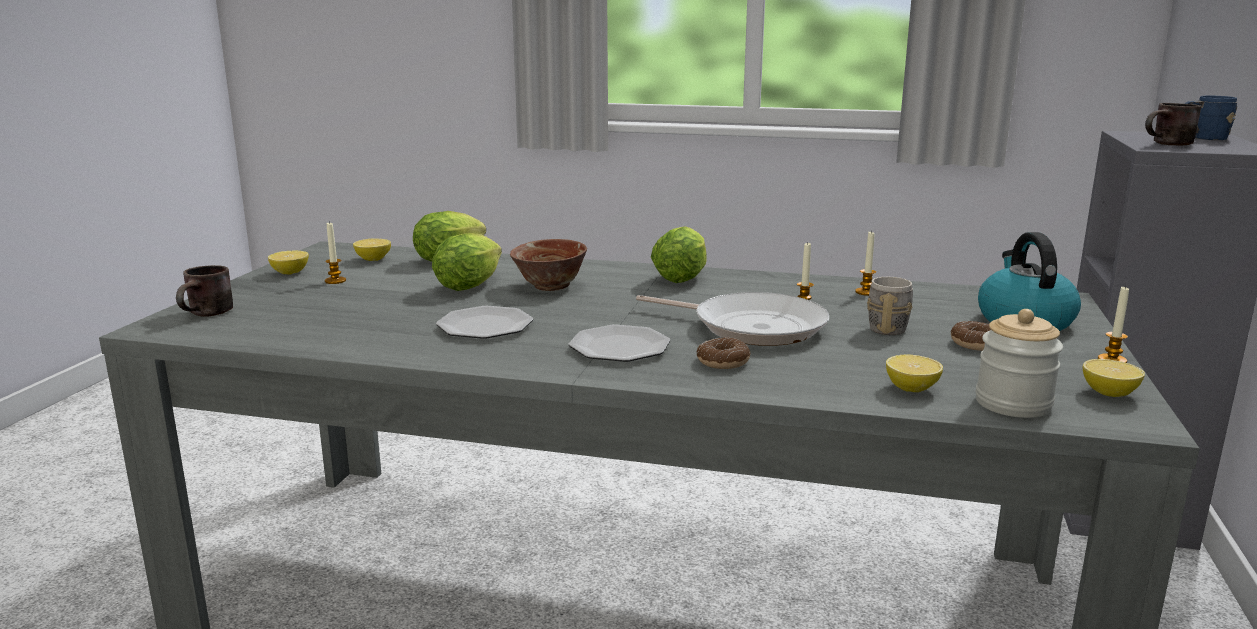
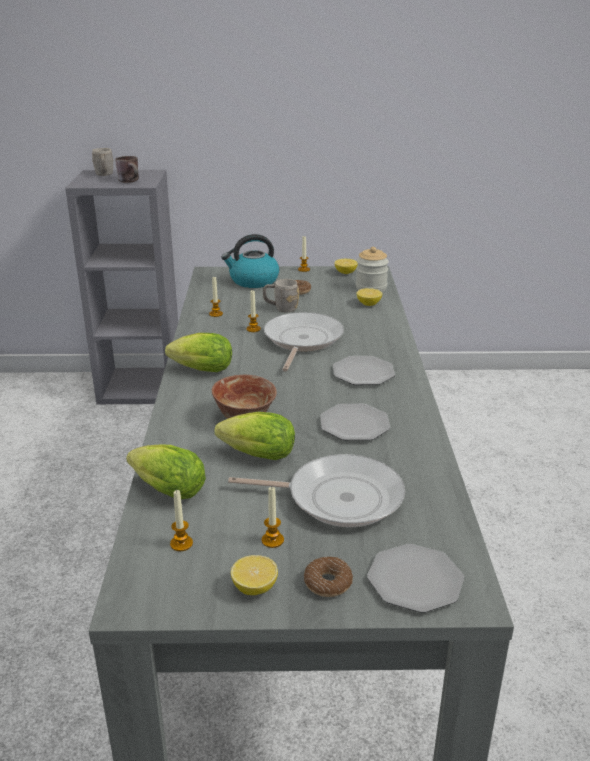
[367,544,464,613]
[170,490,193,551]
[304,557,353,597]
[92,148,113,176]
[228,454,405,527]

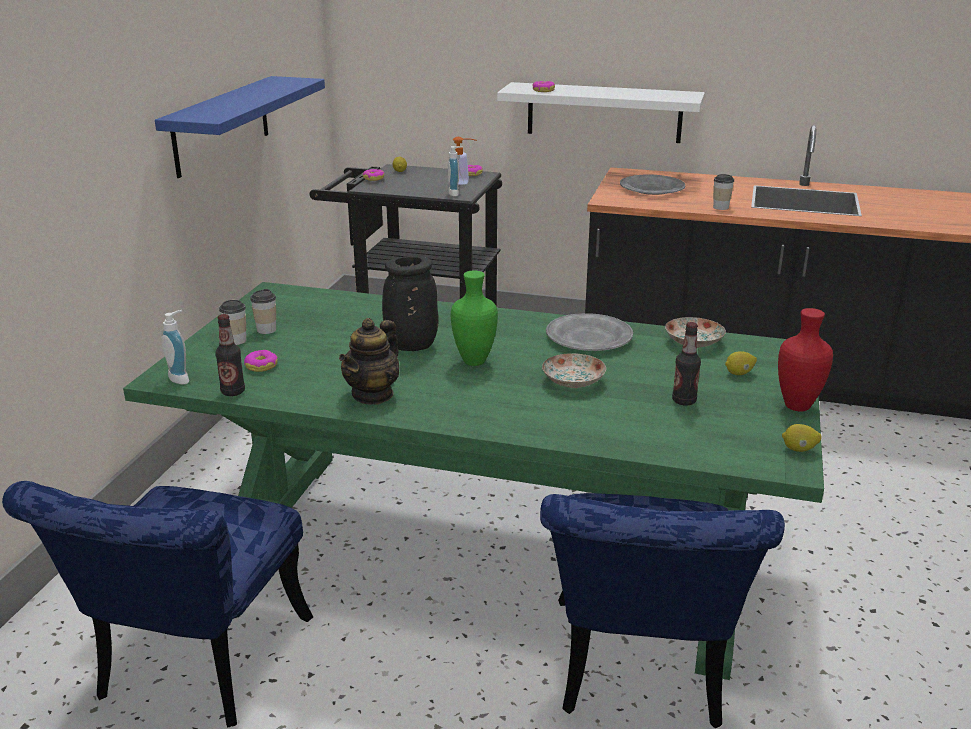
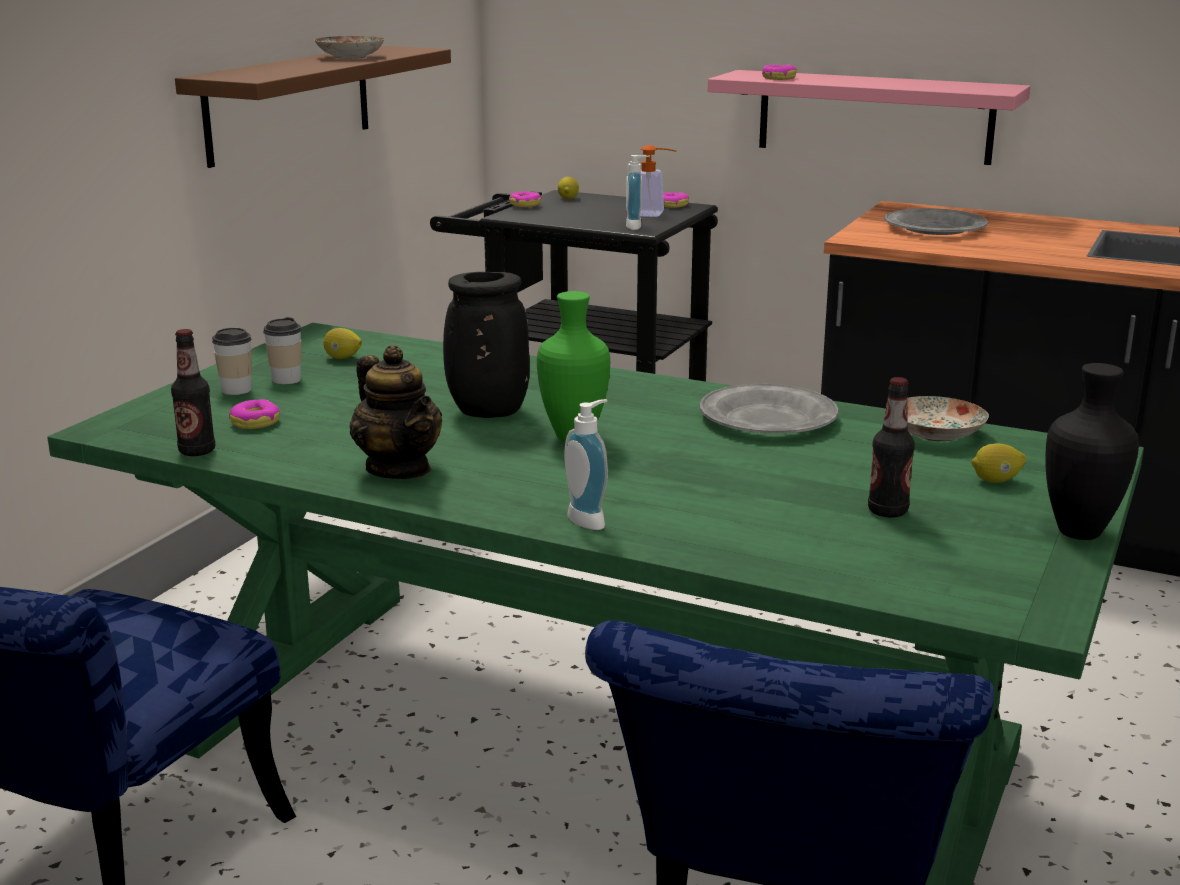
[175,46,451,168]
[564,399,608,530]
[350,345,442,479]
[708,70,1031,165]
[315,36,385,59]
[713,174,734,210] (first image)
[1045,363,1139,540]
[323,328,362,359]

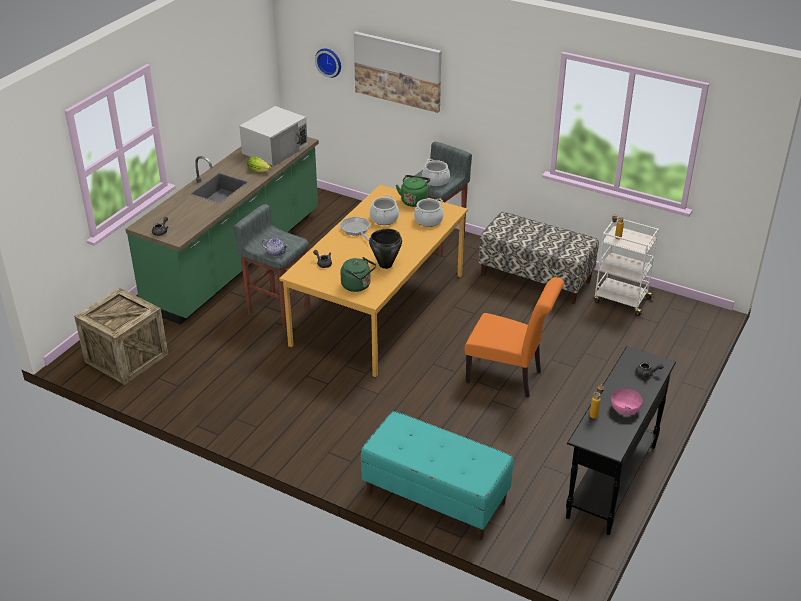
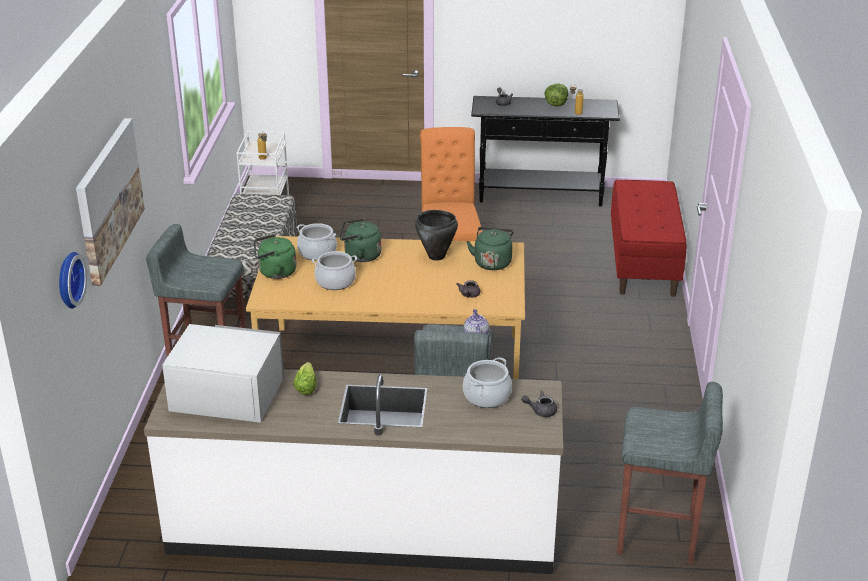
[617,382,723,564]
[144,369,563,574]
[340,217,370,242] (first image)
[611,180,686,297]
[463,357,512,408]
[544,84,568,106]
[340,218,382,262]

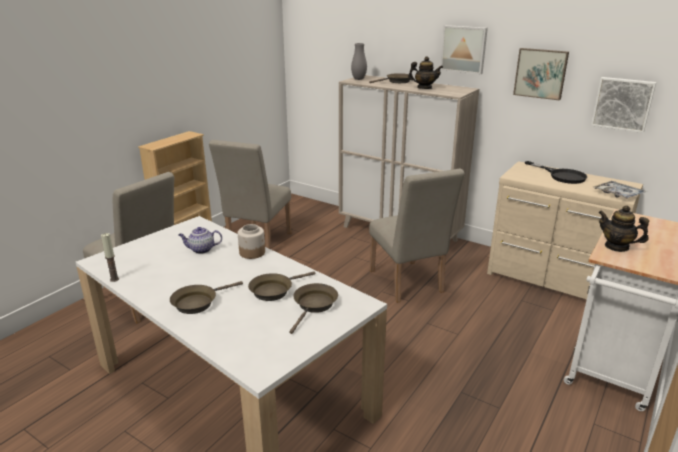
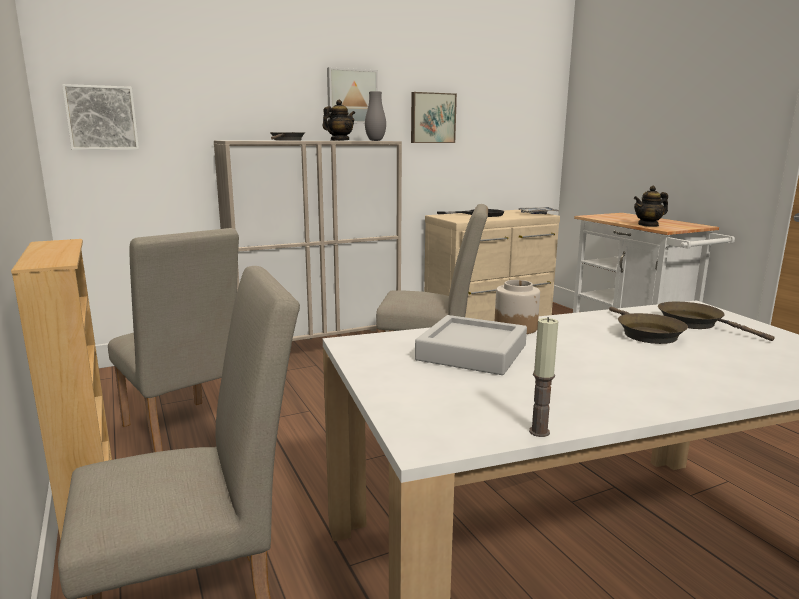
[170,281,243,314] (first image)
[415,315,527,375]
[365,91,386,141]
[62,84,139,150]

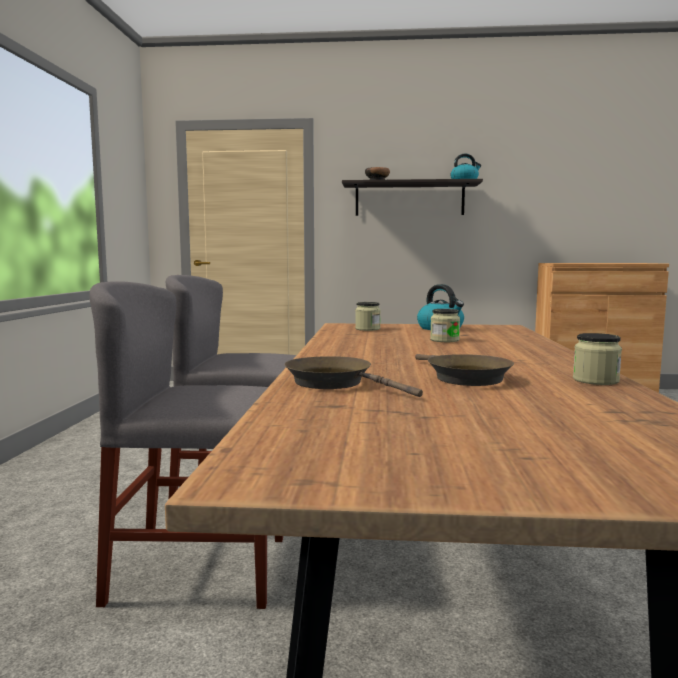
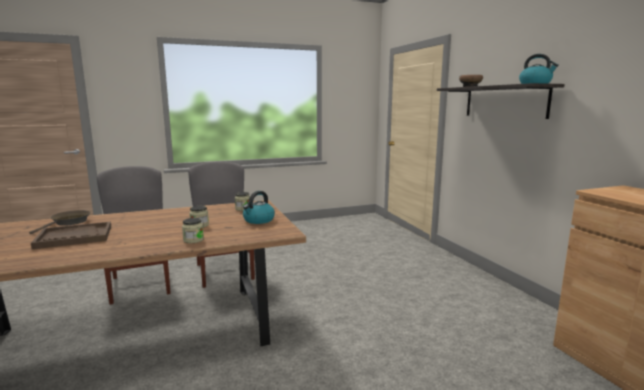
[31,222,111,249]
[182,218,204,243]

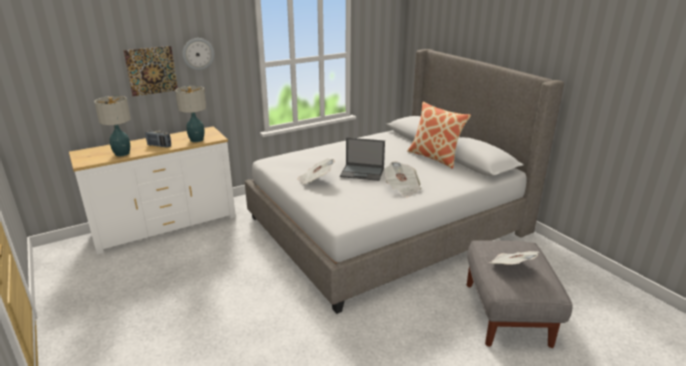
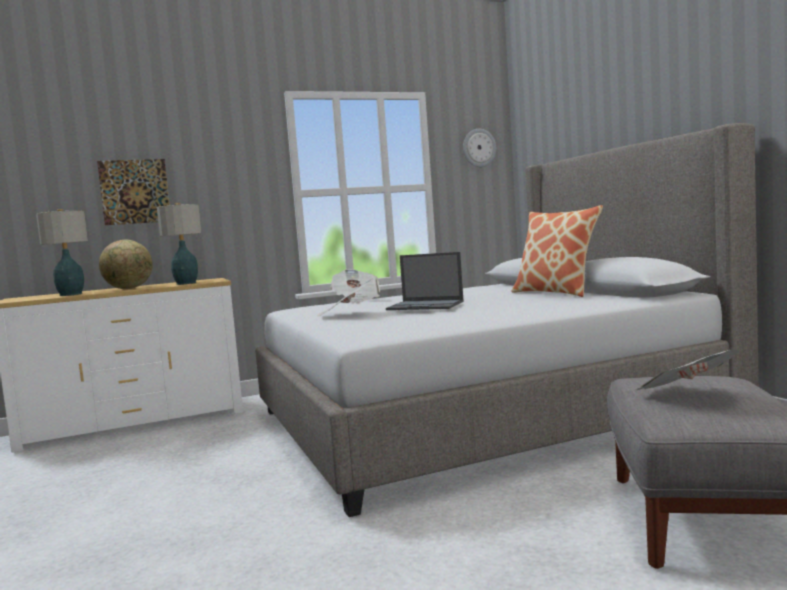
[99,240,153,289]
[463,129,496,167]
[330,269,380,303]

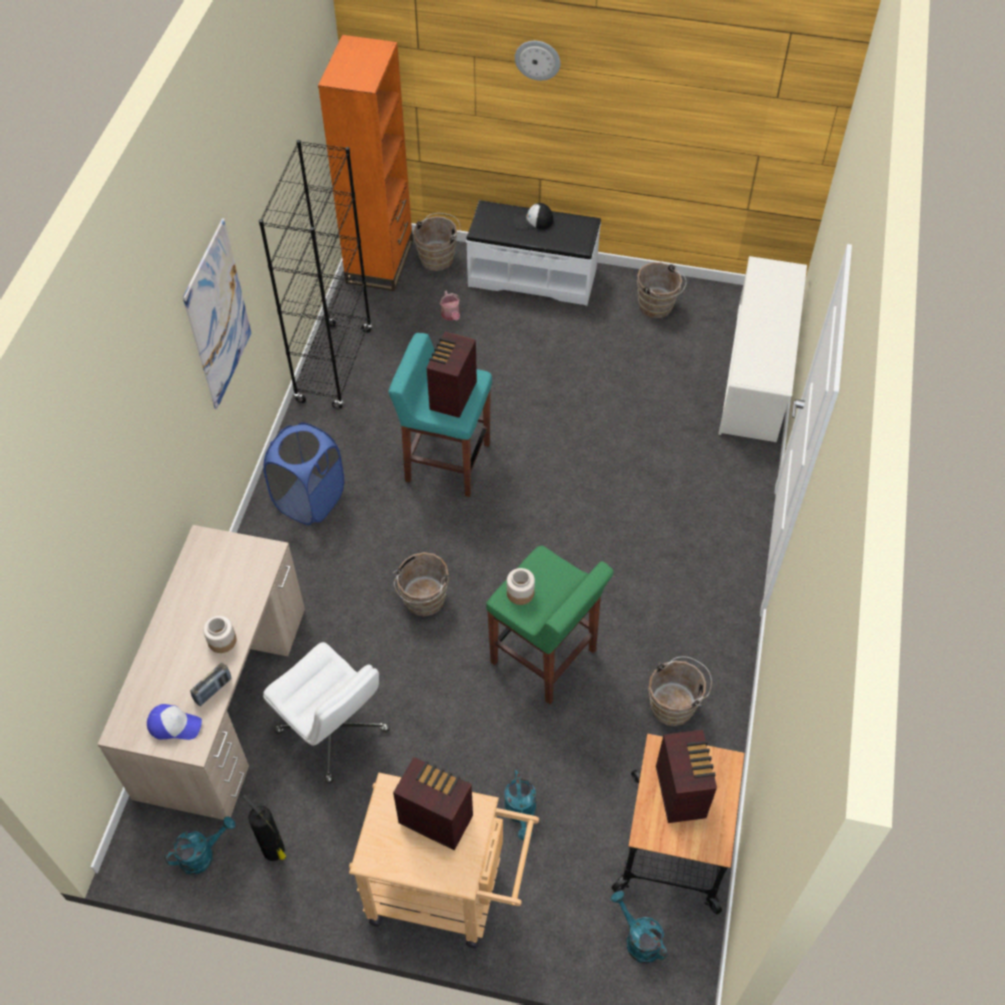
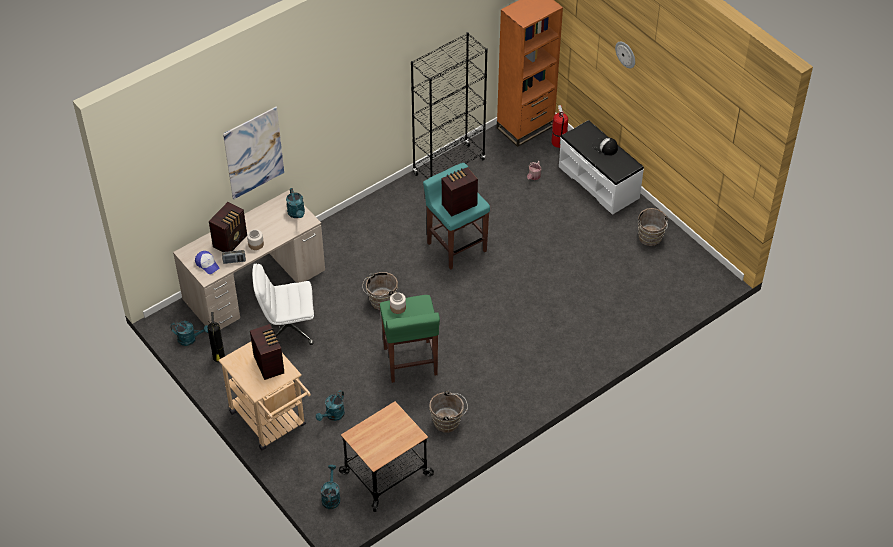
[223,107,284,200]
[263,422,344,525] (first image)
[252,264,314,345]
[551,105,568,148]
[209,202,247,252]
[718,256,807,442] (first image)
[286,188,305,218]

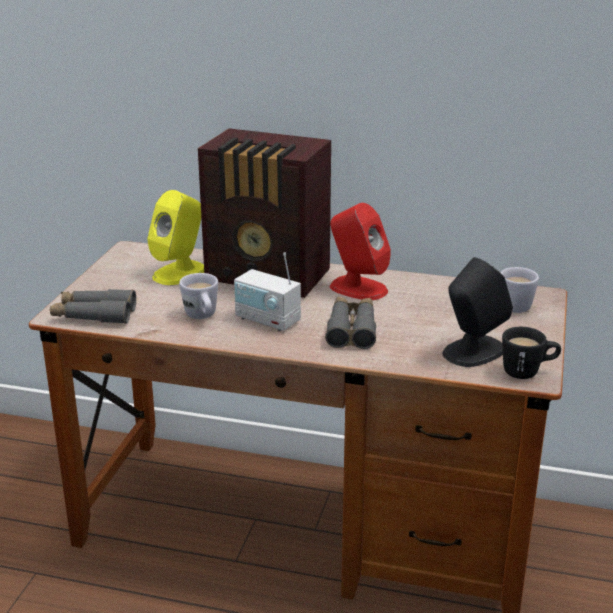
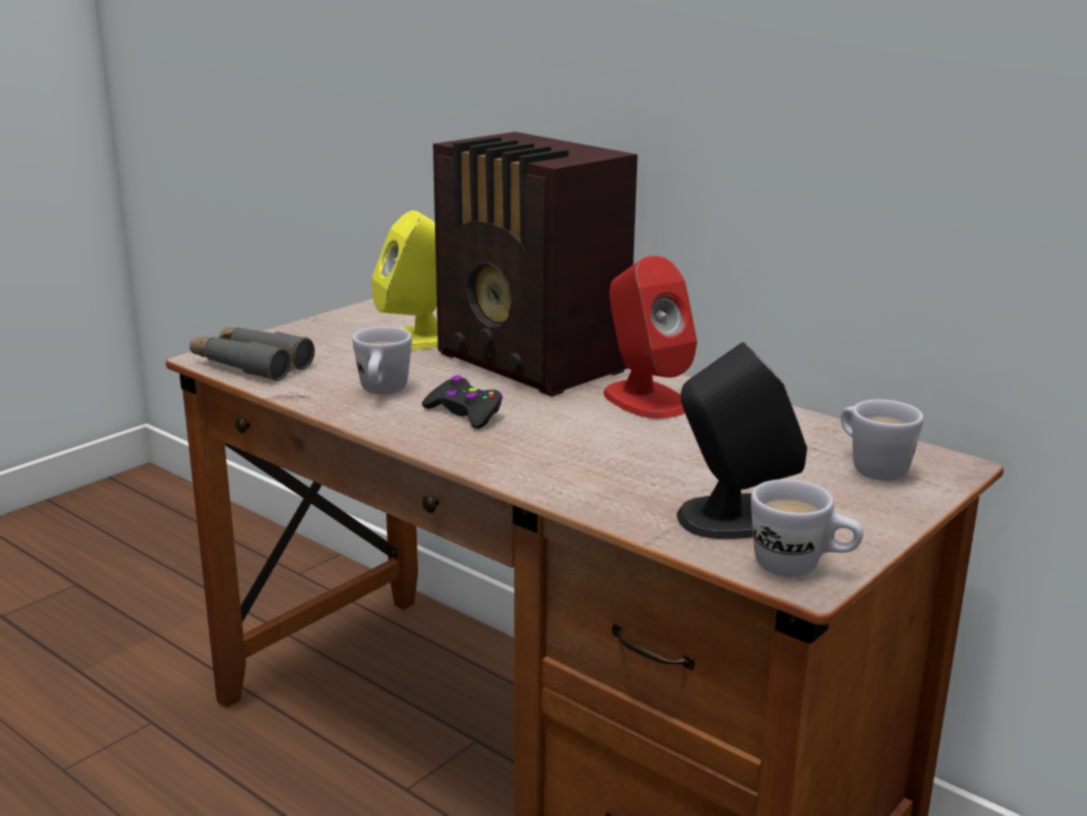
[422,375,503,429]
[325,297,376,349] (first image)
[751,479,863,577]

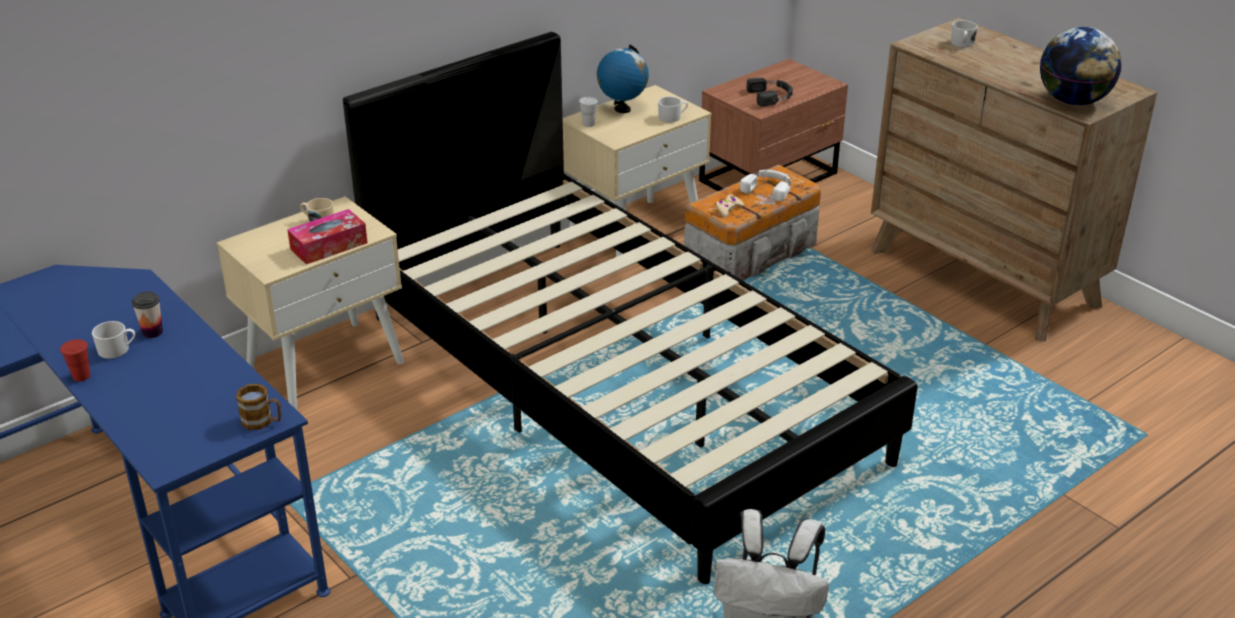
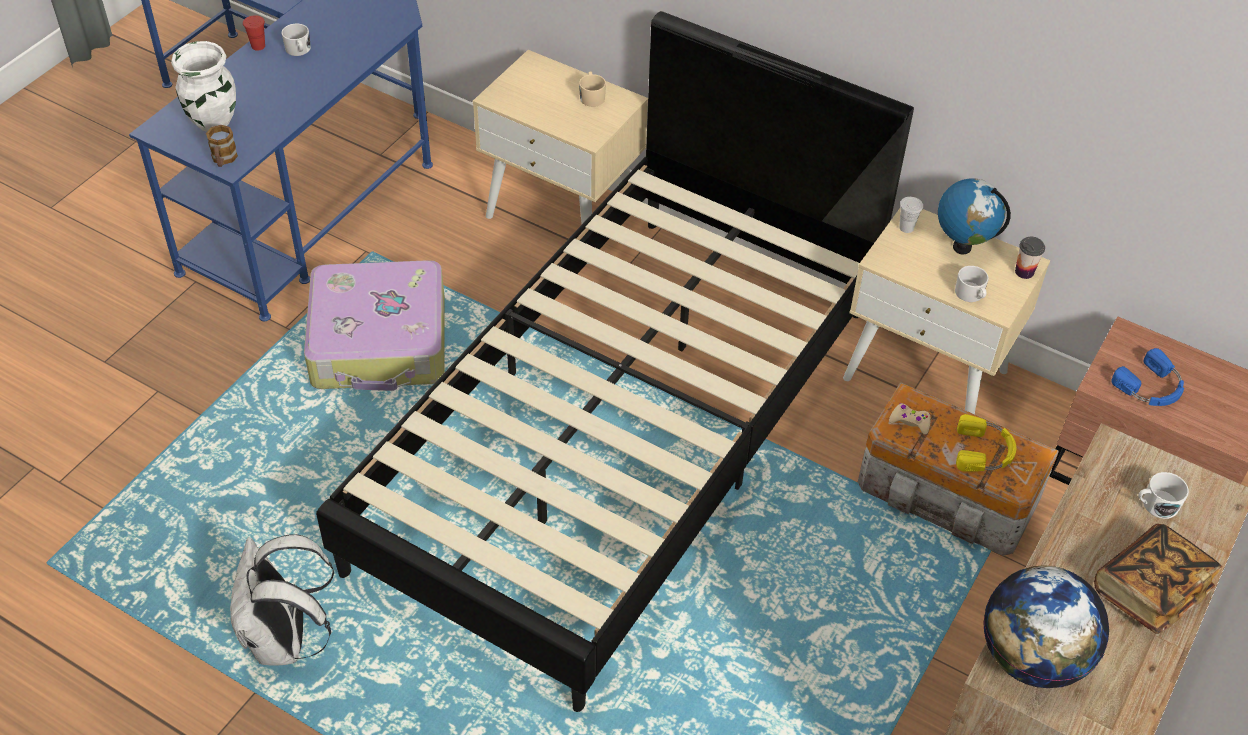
[1015,237,1045,279]
[287,209,368,265] (first image)
[956,414,1016,471]
[1111,348,1184,406]
[171,41,236,132]
[304,260,445,391]
[1094,524,1222,634]

